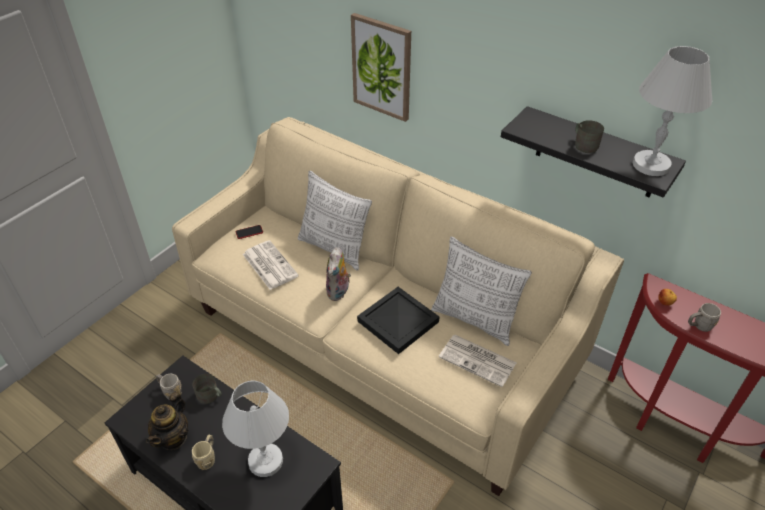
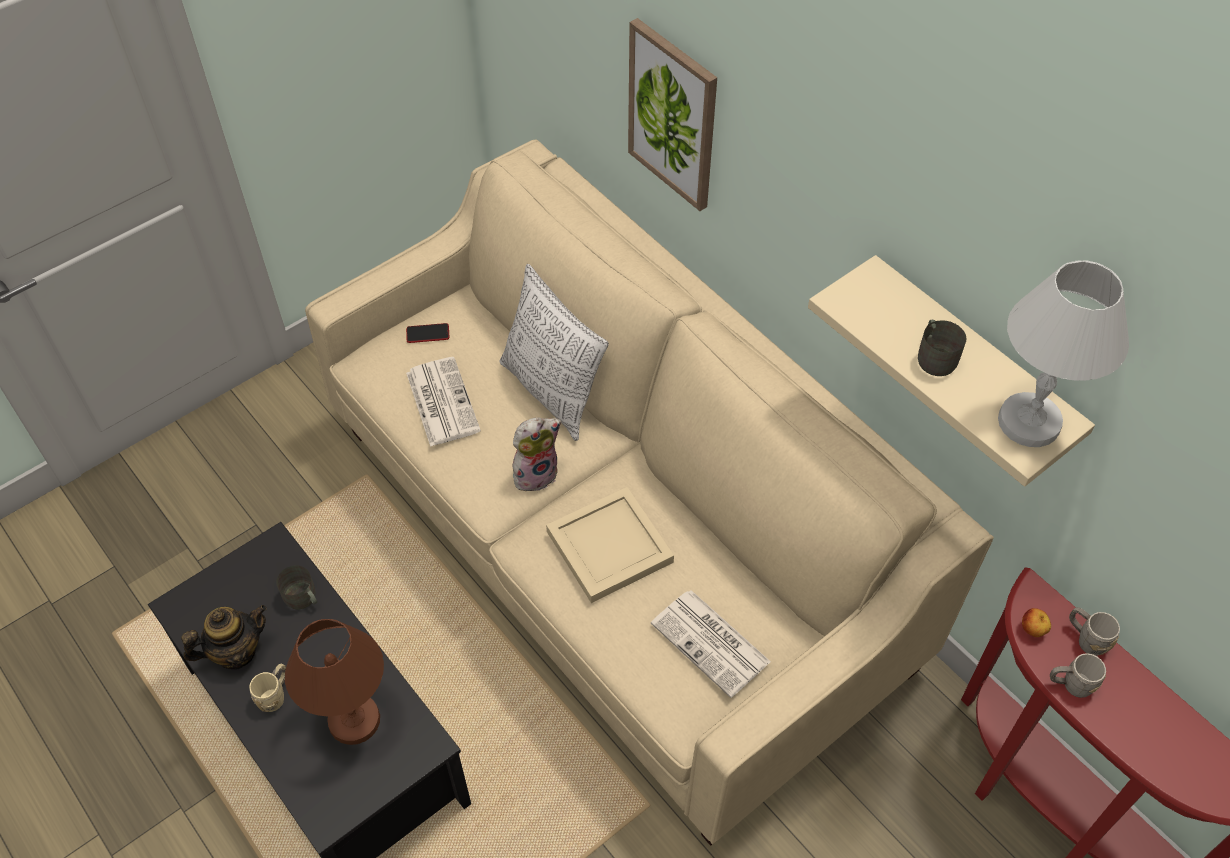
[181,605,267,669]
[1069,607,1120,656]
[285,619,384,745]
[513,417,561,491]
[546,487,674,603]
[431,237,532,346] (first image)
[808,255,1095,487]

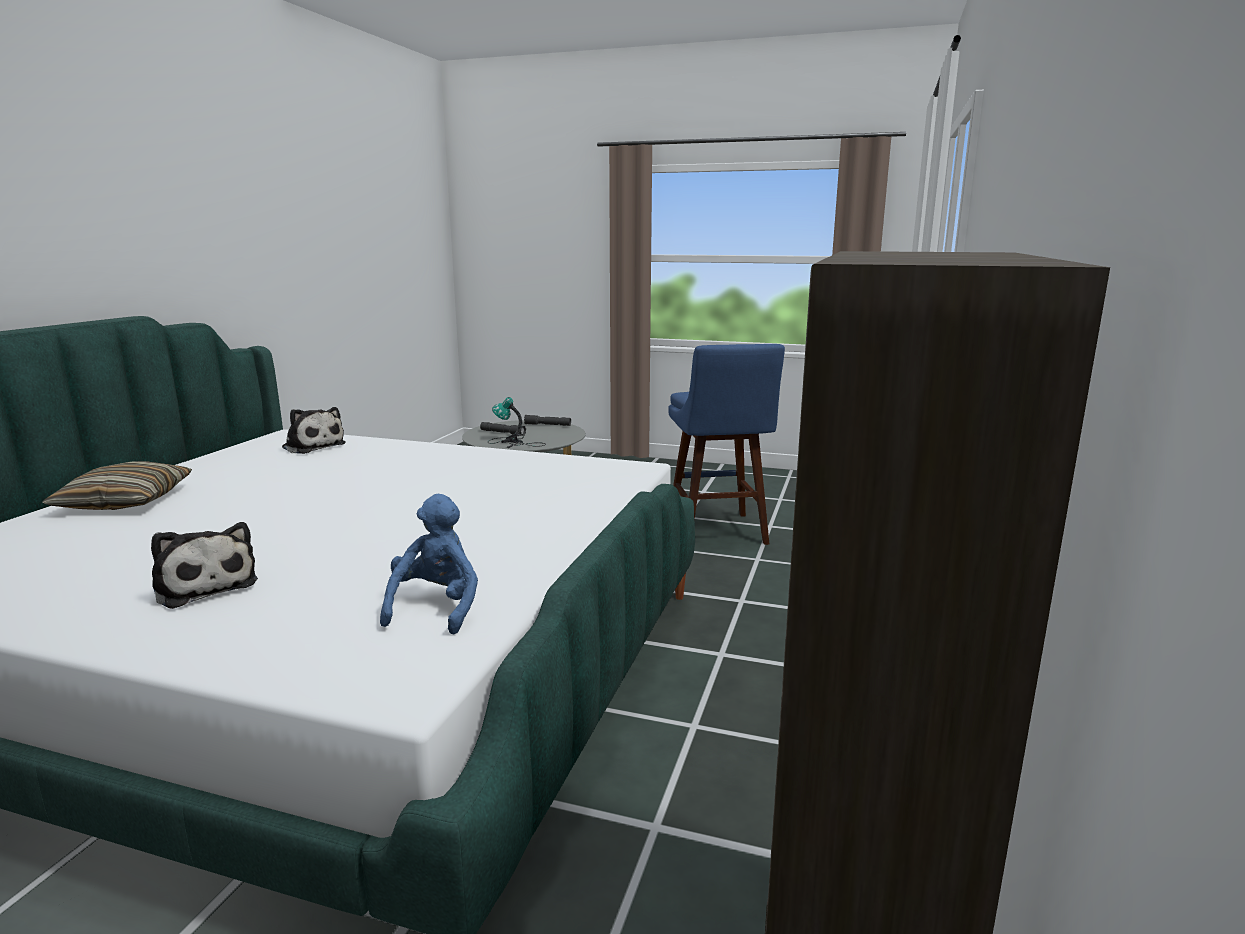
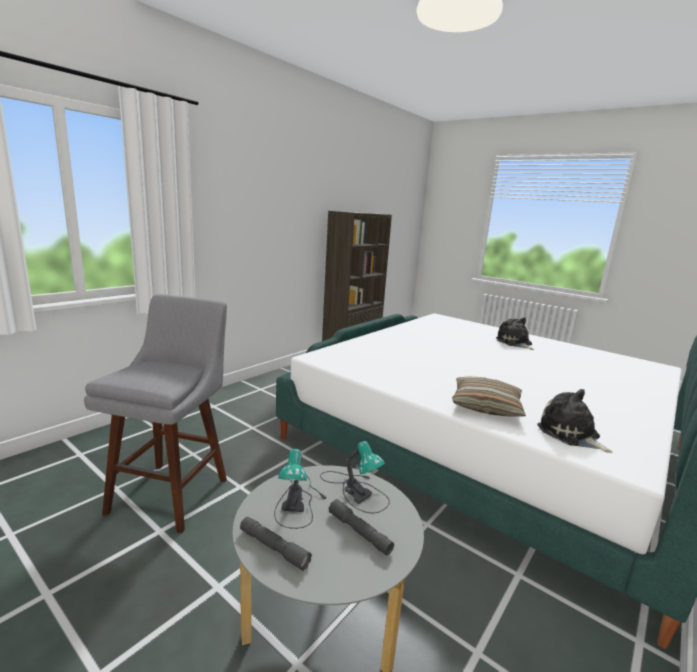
[452,377,526,416]
[380,494,478,635] (first image)
[84,294,227,534]
[274,449,328,529]

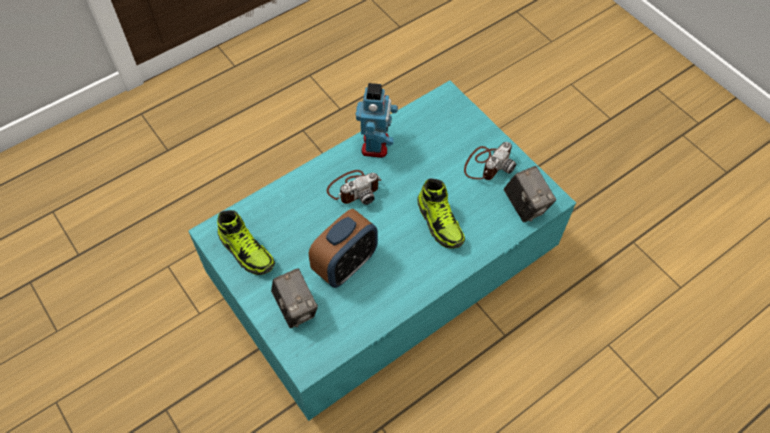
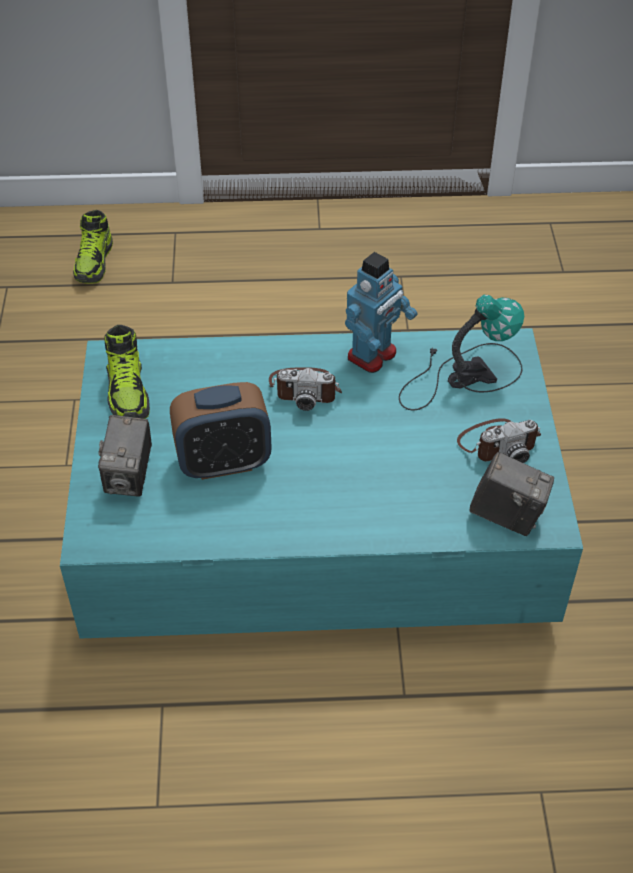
[73,210,113,283]
[469,452,554,536]
[399,295,524,411]

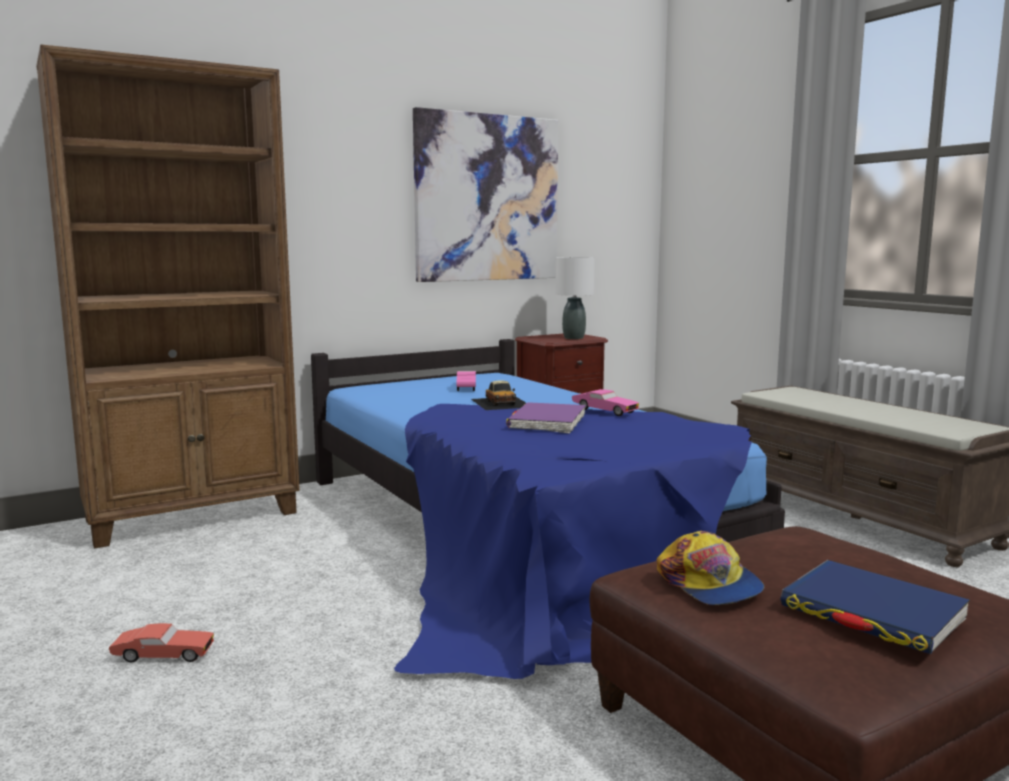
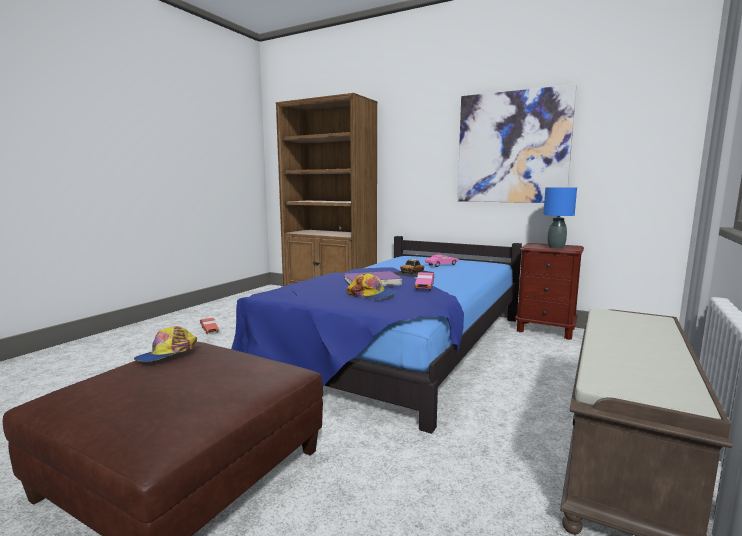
[543,187,577,249]
[781,560,970,654] (first image)
[347,273,395,300]

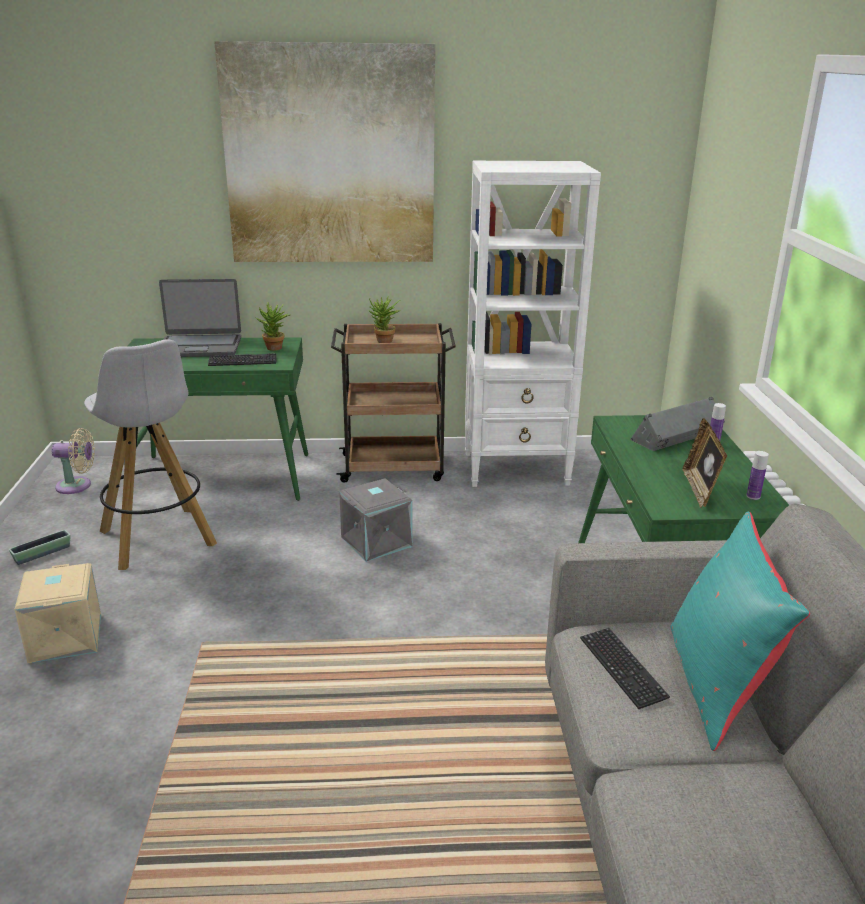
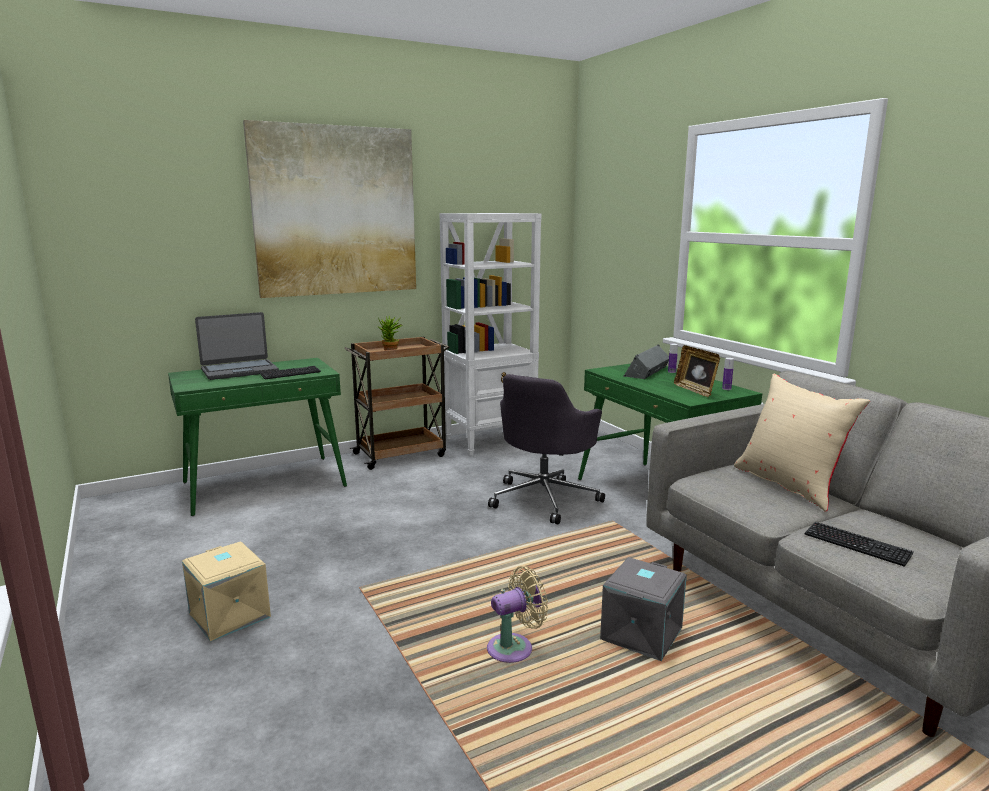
[9,530,70,565] (first image)
[487,566,548,663]
[84,339,217,570] (first image)
[256,302,290,351] (first image)
[600,557,687,661]
[805,522,914,567]
[734,374,870,511]
[488,374,605,524]

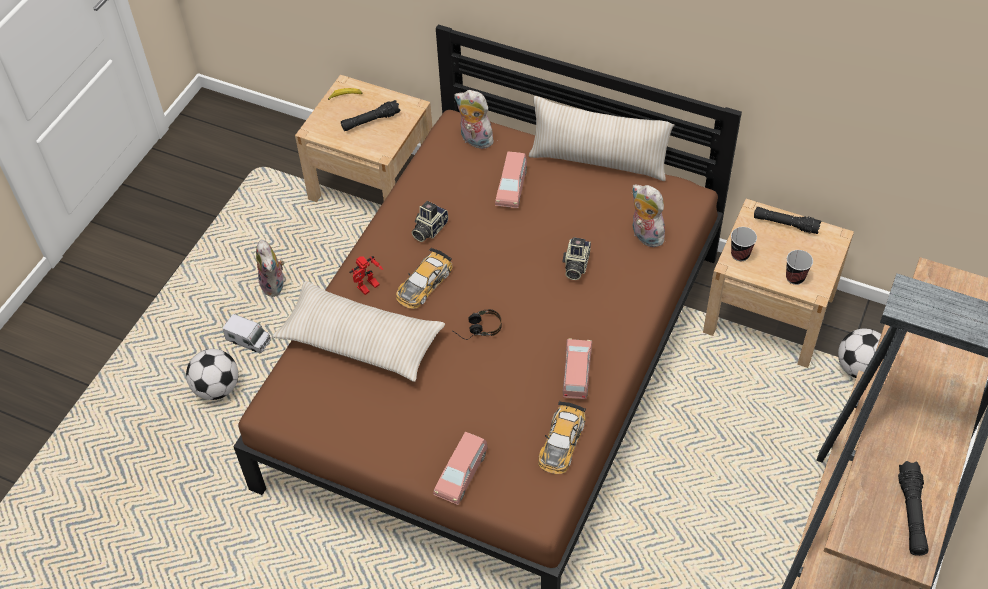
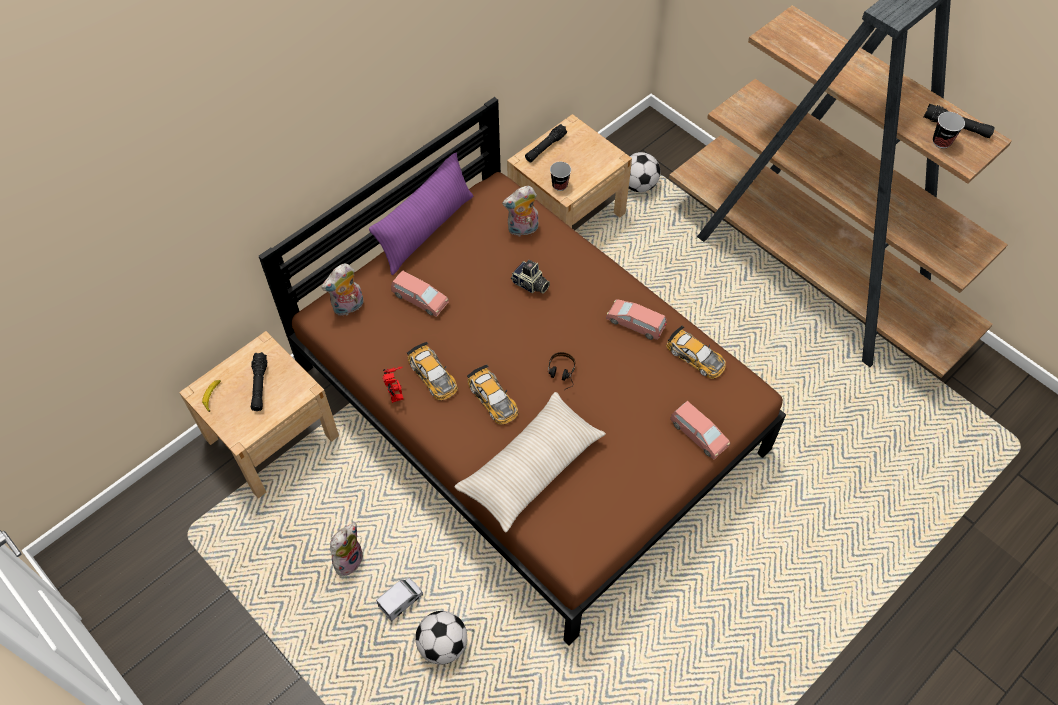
[330,523,363,576]
[383,367,404,403]
[407,341,458,400]
[369,152,473,275]
[933,112,965,149]

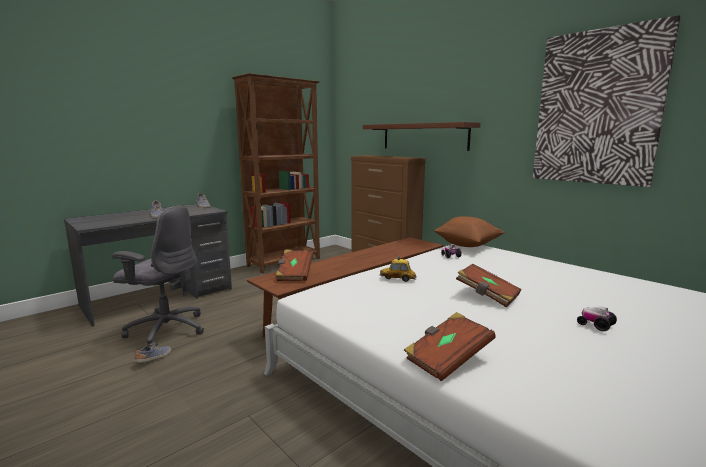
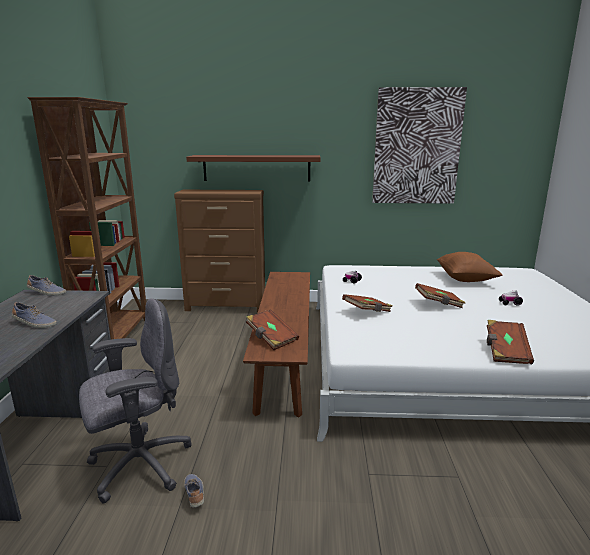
[342,294,393,312]
[437,252,502,282]

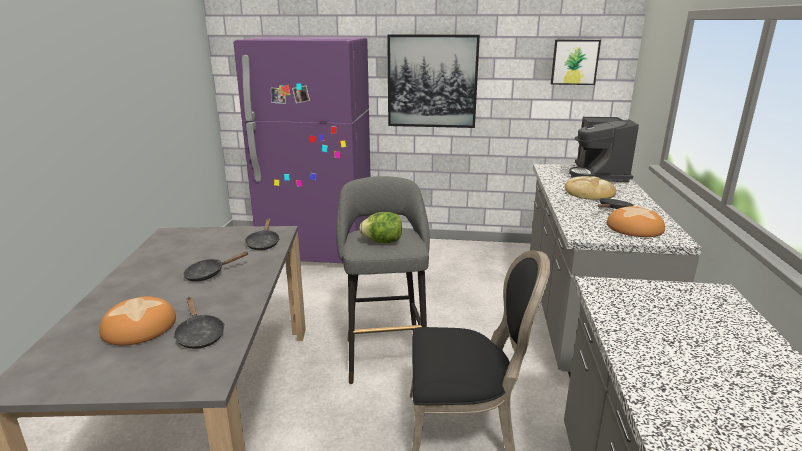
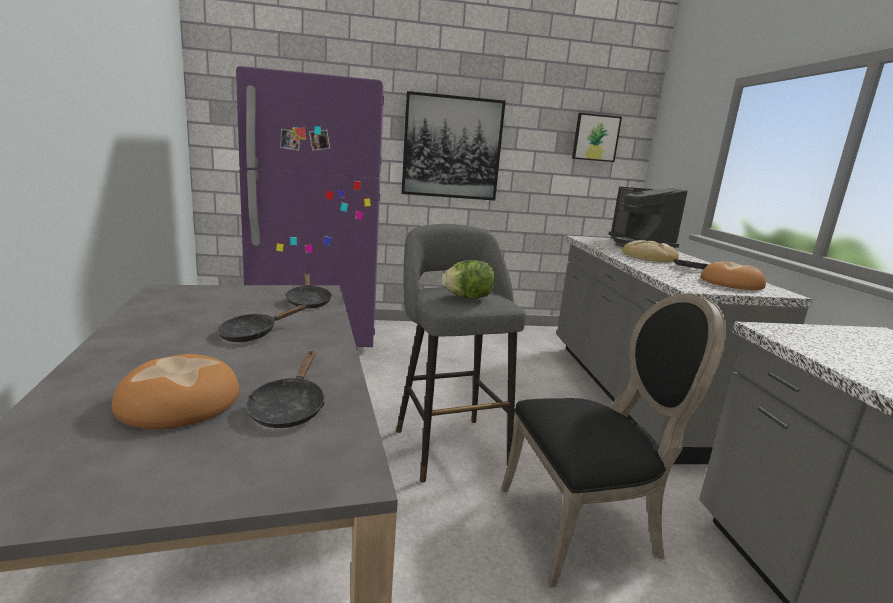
[246,351,325,428]

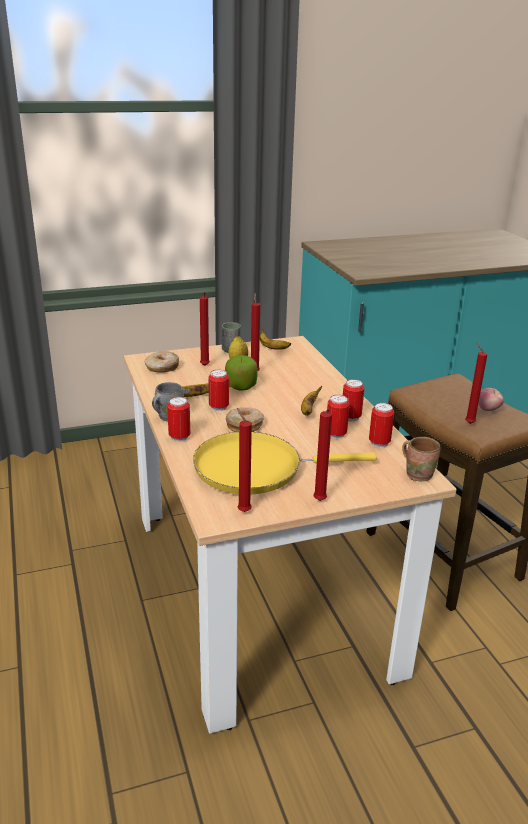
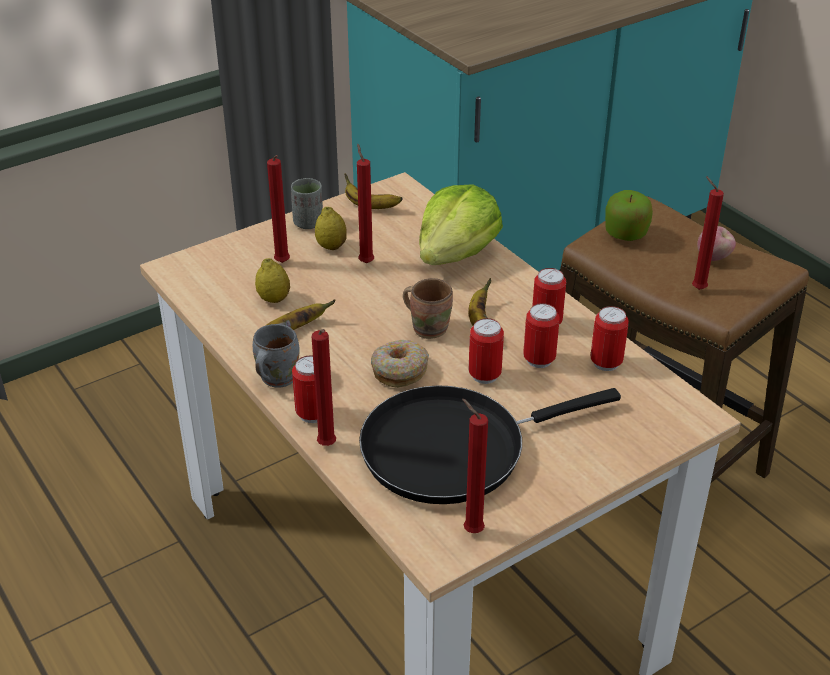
[145,351,179,373] (first image)
[359,385,621,504]
[469,318,504,384]
[605,190,653,241]
[312,329,336,446]
[403,278,453,339]
[255,258,290,303]
[419,184,503,265]

